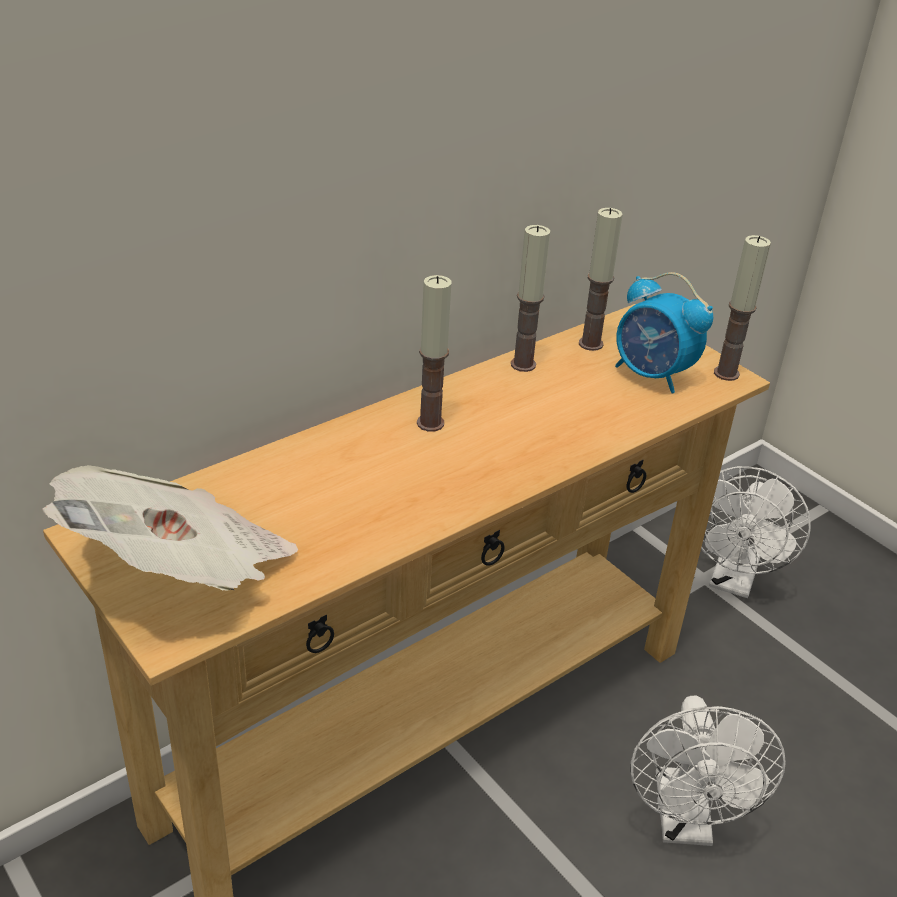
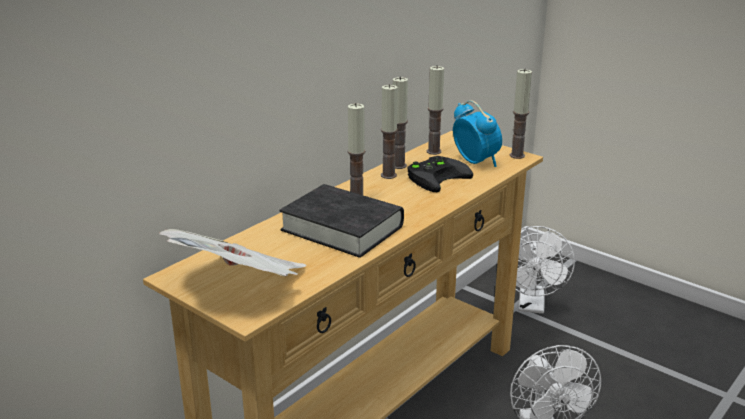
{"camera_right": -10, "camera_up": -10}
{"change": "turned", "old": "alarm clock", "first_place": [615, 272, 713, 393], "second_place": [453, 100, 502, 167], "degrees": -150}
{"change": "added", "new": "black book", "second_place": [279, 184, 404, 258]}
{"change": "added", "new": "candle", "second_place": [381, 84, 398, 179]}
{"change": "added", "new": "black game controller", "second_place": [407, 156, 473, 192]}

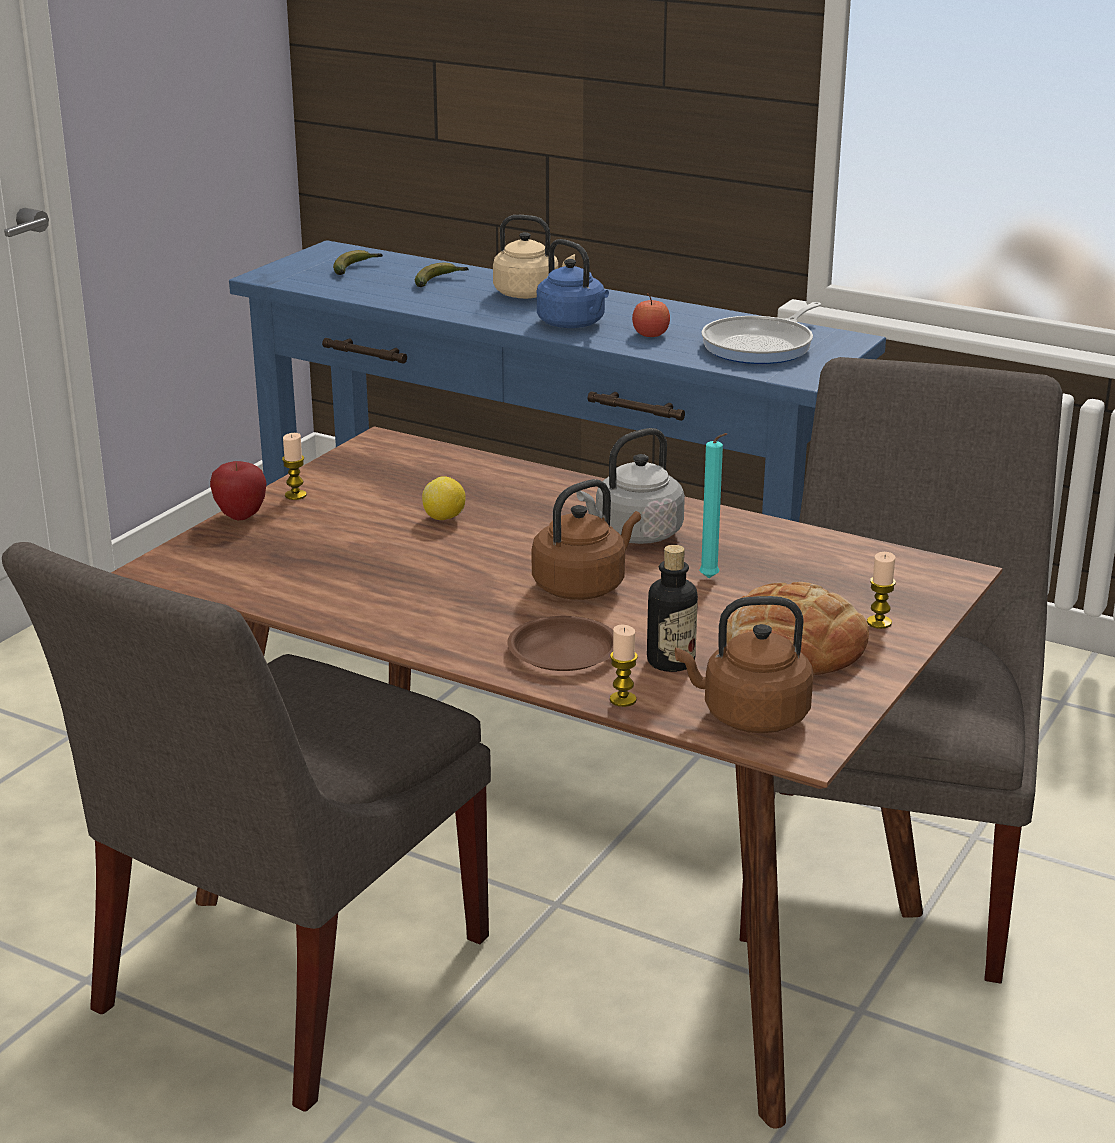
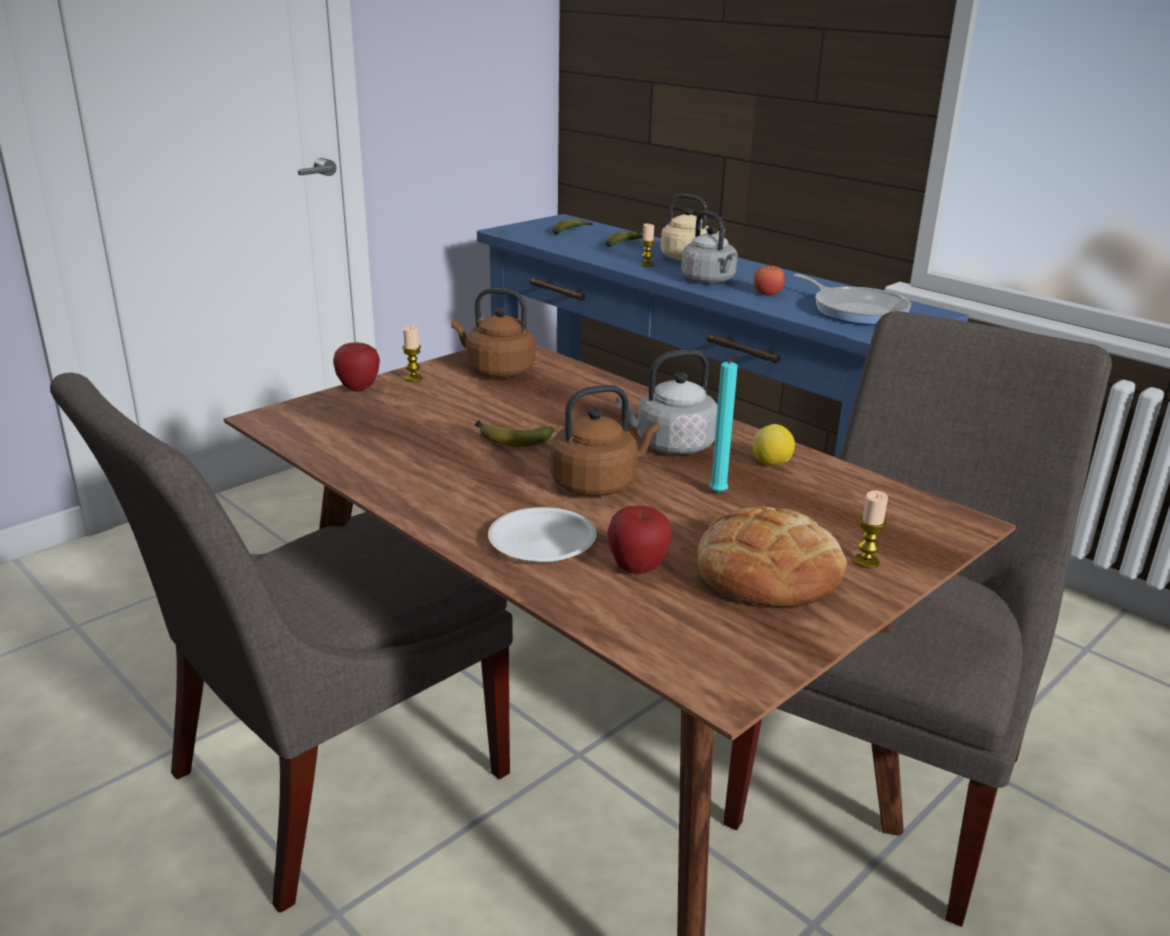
{"camera_right": 15, "camera_up": 0}
{"change": "moved", "old": "lemon", "first_place": [422, 476, 466, 520], "second_place": [753, 424, 795, 466]}
{"change": "recoloured", "old": "brown plate", "new": "white plate", "first_place": [507, 616, 613, 671], "second_place": [488, 507, 597, 563]}
{"change": "recoloured", "old": "blue kettle", "new": "grey kettle", "first_place": [537, 239, 609, 328], "second_place": [681, 210, 738, 283]}
{"change": "moved", "old": "candle", "first_place": [610, 625, 638, 707], "second_place": [640, 224, 655, 267]}
{"change": "replaced", "old": "bottle", "new": "apple", "first_place": [647, 545, 698, 672], "second_place": [607, 506, 672, 574]}
{"change": "moved", "old": "brown kettle", "first_place": [675, 596, 813, 733], "second_place": [451, 288, 535, 378]}
{"change": "turned", "old": "frying pan", "first_place": [701, 302, 821, 364], "second_place": [794, 274, 911, 325], "degrees": -90}
{"change": "added", "new": "banana", "second_place": [475, 420, 554, 447]}

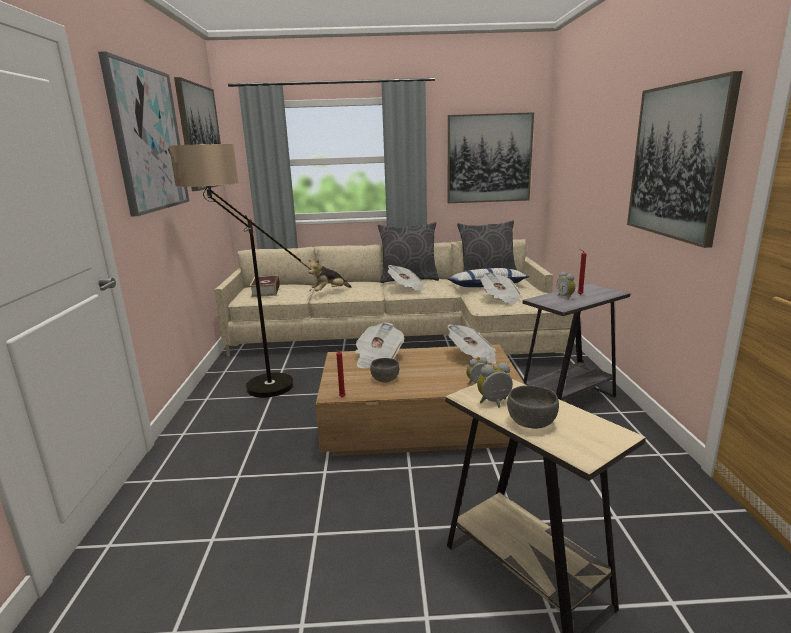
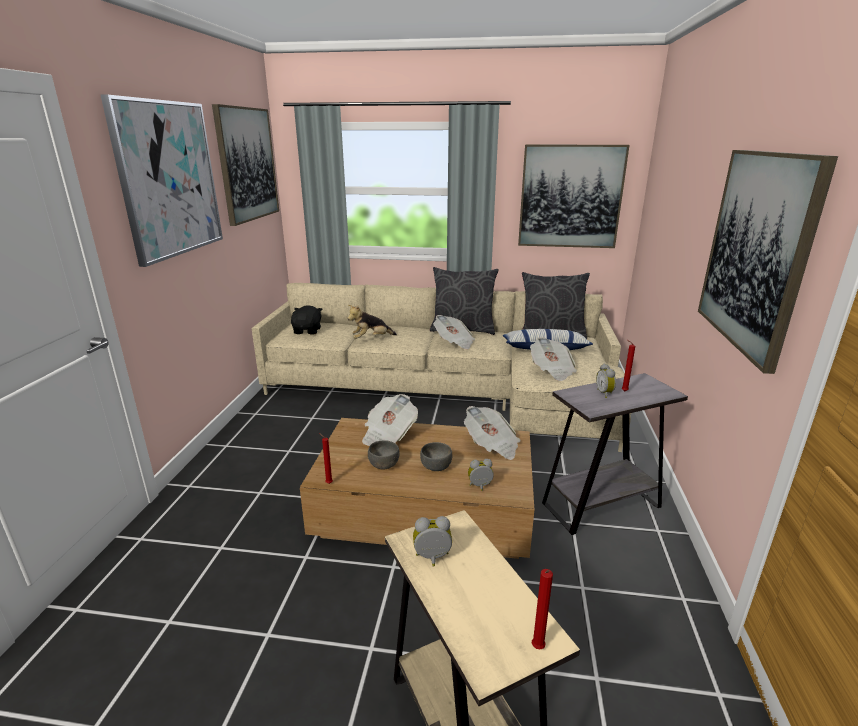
{"camera_right": 10, "camera_up": 5}
{"change": "removed", "old": "floor lamp", "first_place": [169, 144, 312, 398]}
{"change": "replaced", "old": "book", "new": "black plush toy", "first_place": [249, 275, 280, 297], "second_place": [291, 305, 322, 334]}
{"change": "moved", "old": "grey bowl", "first_place": [507, 385, 559, 429], "second_place": [420, 442, 453, 471]}
{"change": "added", "new": "red candle", "second_place": [532, 569, 553, 649]}

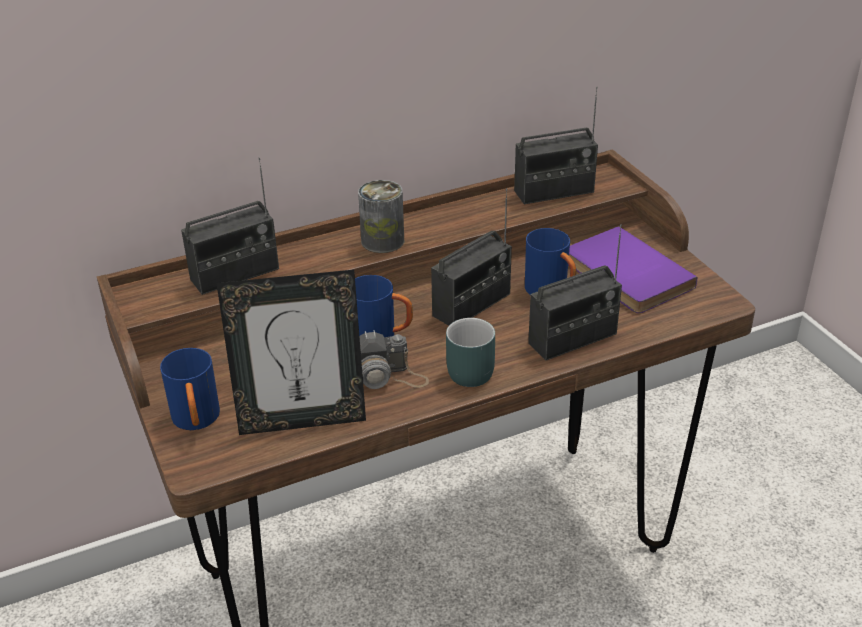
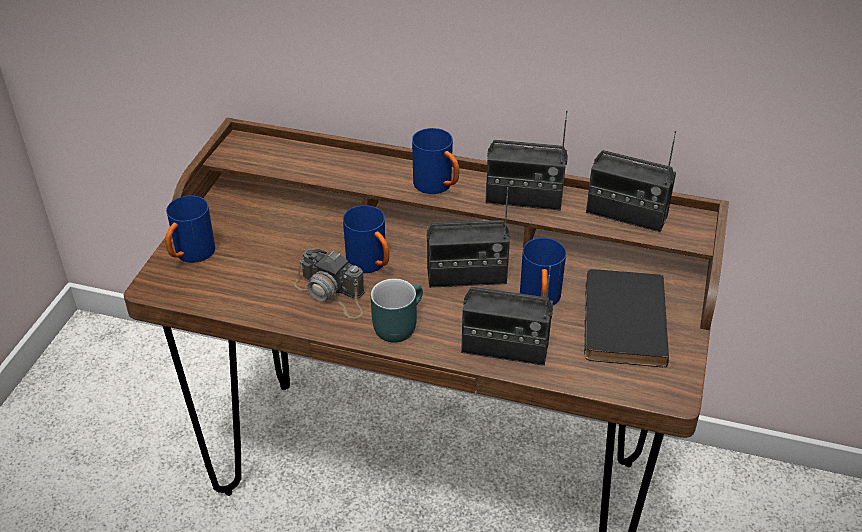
{"camera_right": 40, "camera_up": 5}
{"change": "moved", "old": "radio", "first_place": [181, 157, 279, 295], "second_place": [485, 110, 568, 211]}
{"change": "removed", "old": "picture frame", "first_place": [216, 270, 366, 435]}
{"change": "replaced", "old": "can", "new": "blue mug", "first_place": [358, 180, 404, 253], "second_place": [412, 128, 459, 194]}
{"change": "recoloured", "old": "purple book", "new": "black book", "first_place": [568, 226, 697, 313], "second_place": [584, 269, 669, 368]}

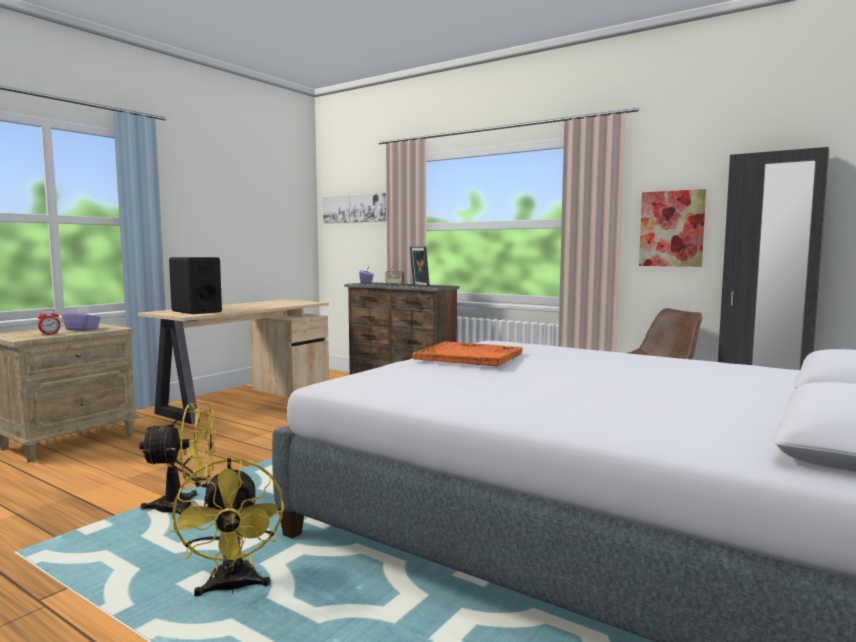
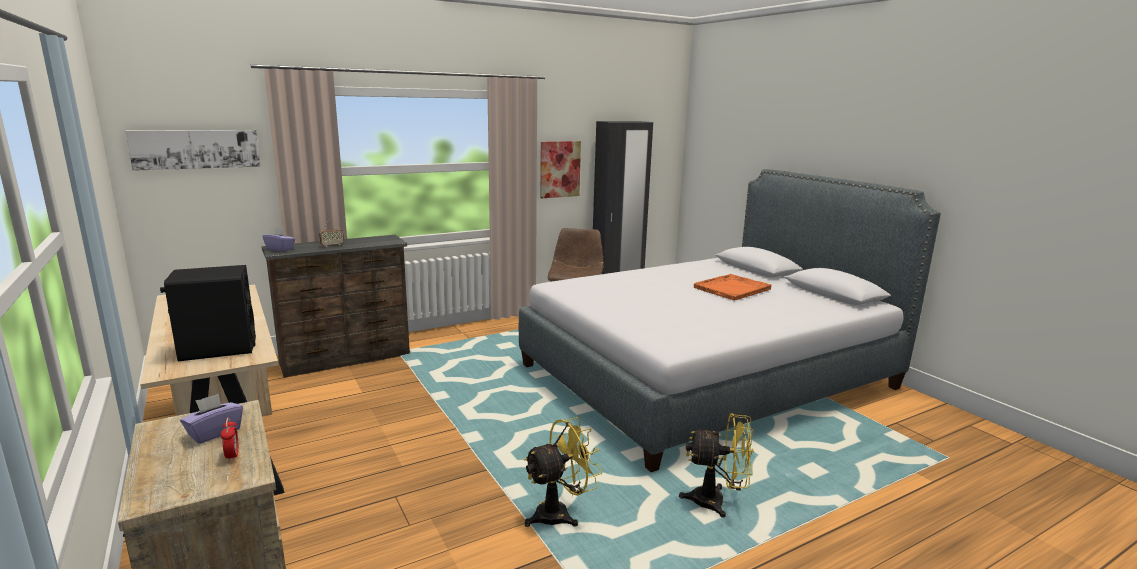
{"camera_right": -65, "camera_up": 10}
{"change": "turned", "old": "yellow fan", "first_place": [139, 403, 216, 515], "second_place": [524, 417, 602, 527], "degrees": 45}
{"change": "removed", "old": "picture frame", "first_place": [410, 246, 430, 287]}
{"change": "moved", "old": "orange tray", "first_place": [412, 342, 523, 366], "second_place": [694, 274, 771, 301]}

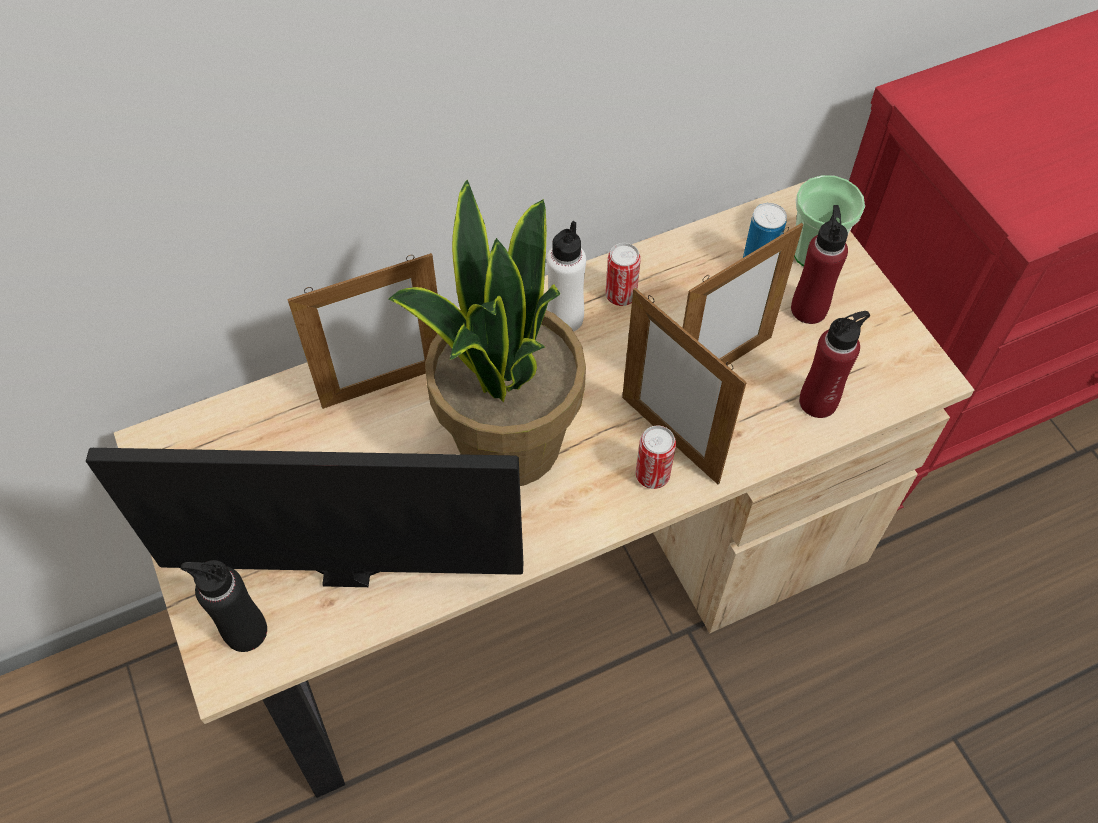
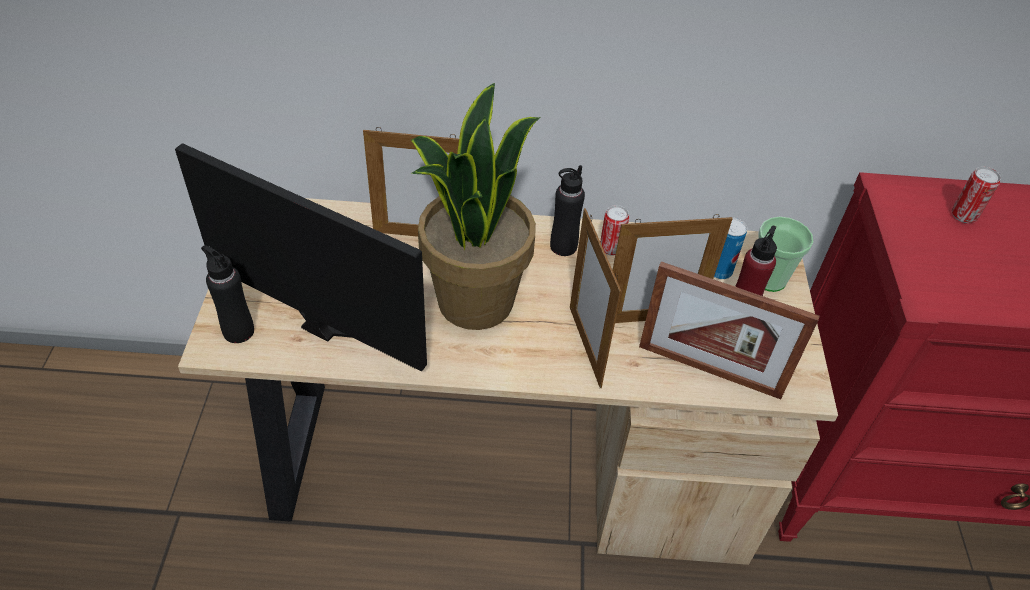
{"camera_right": 25, "camera_up": -10}
{"change": "recoloured", "old": "white bottle", "new": "black bottle", "first_place": [547, 221, 586, 332], "second_place": [550, 165, 585, 256]}
{"change": "moved", "old": "can", "first_place": [636, 426, 676, 489], "second_place": [952, 167, 1001, 223]}
{"change": "replaced", "old": "red bottle", "new": "picture frame", "first_place": [799, 311, 870, 418], "second_place": [639, 261, 820, 399]}

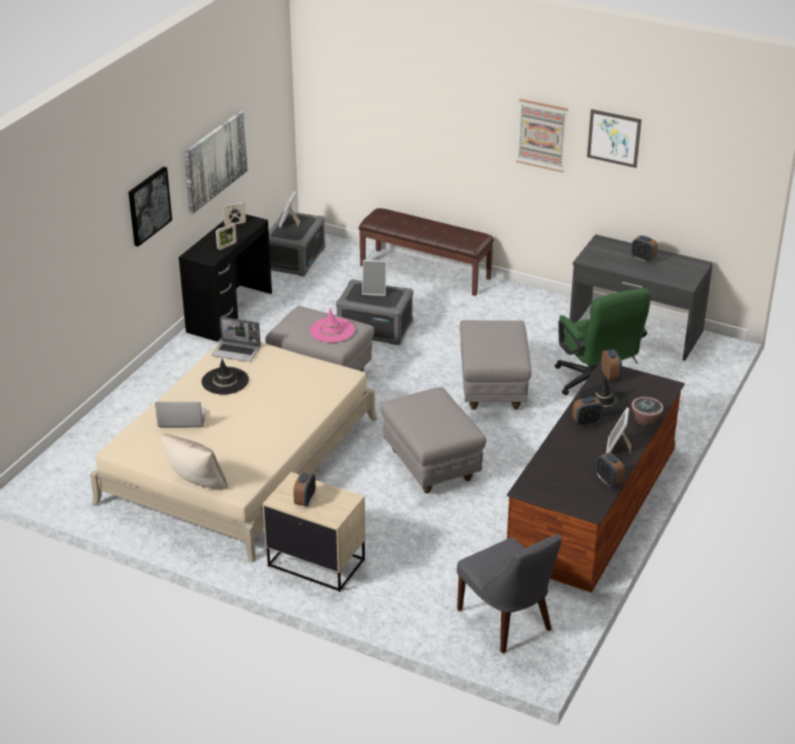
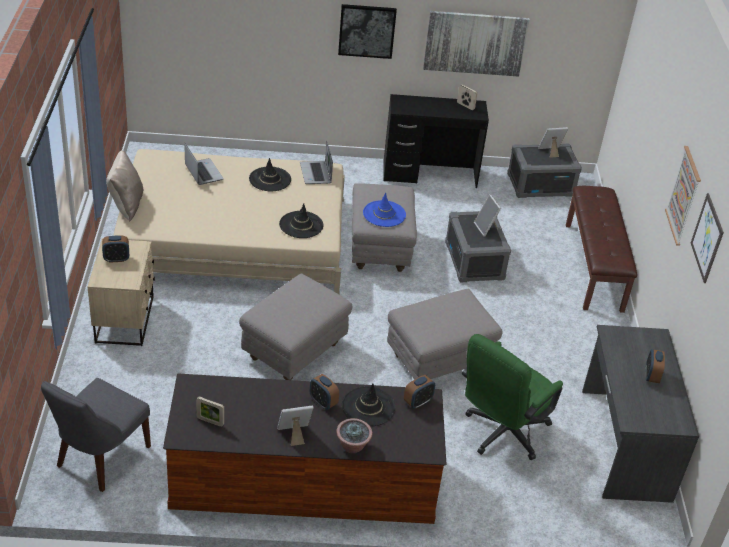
{"camera_right": 60, "camera_up": 5}
{"change": "moved", "old": "picture frame", "first_place": [216, 223, 237, 250], "second_place": [196, 397, 224, 427]}
{"change": "recoloured", "old": "pink hat", "new": "blue hat", "first_place": [310, 308, 355, 343], "second_place": [363, 192, 406, 227]}
{"change": "removed", "old": "alarm clock", "first_place": [596, 452, 624, 487]}
{"change": "added", "new": "black hat", "second_place": [279, 204, 323, 238]}

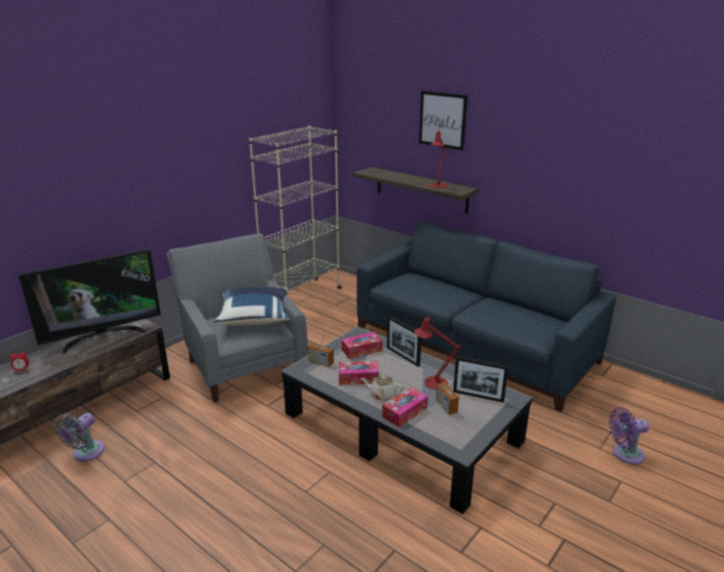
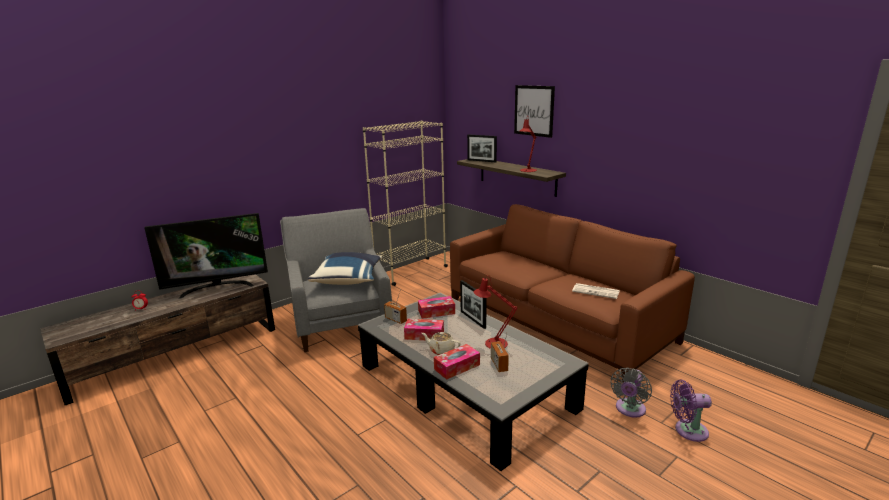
{"camera_right": 10, "camera_up": -5}
{"change": "moved", "old": "grey fan", "first_place": [54, 413, 105, 461], "second_place": [611, 367, 652, 418]}
{"change": "recoloured", "old": "blue sofa", "new": "brown sofa", "first_place": [357, 222, 616, 412], "second_place": [450, 204, 695, 383]}
{"change": "moved", "old": "picture frame", "first_place": [453, 356, 508, 403], "second_place": [467, 134, 497, 162]}
{"change": "added", "new": "newspaper", "second_place": [572, 283, 620, 299]}

